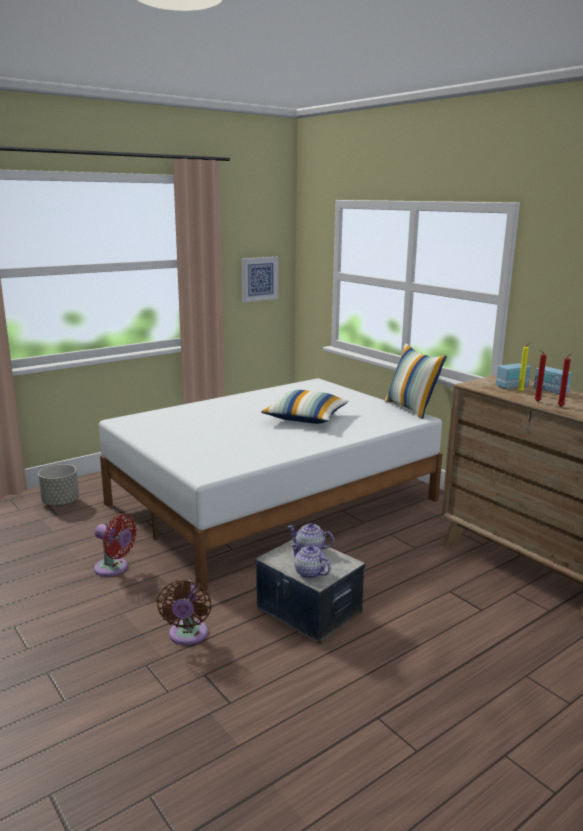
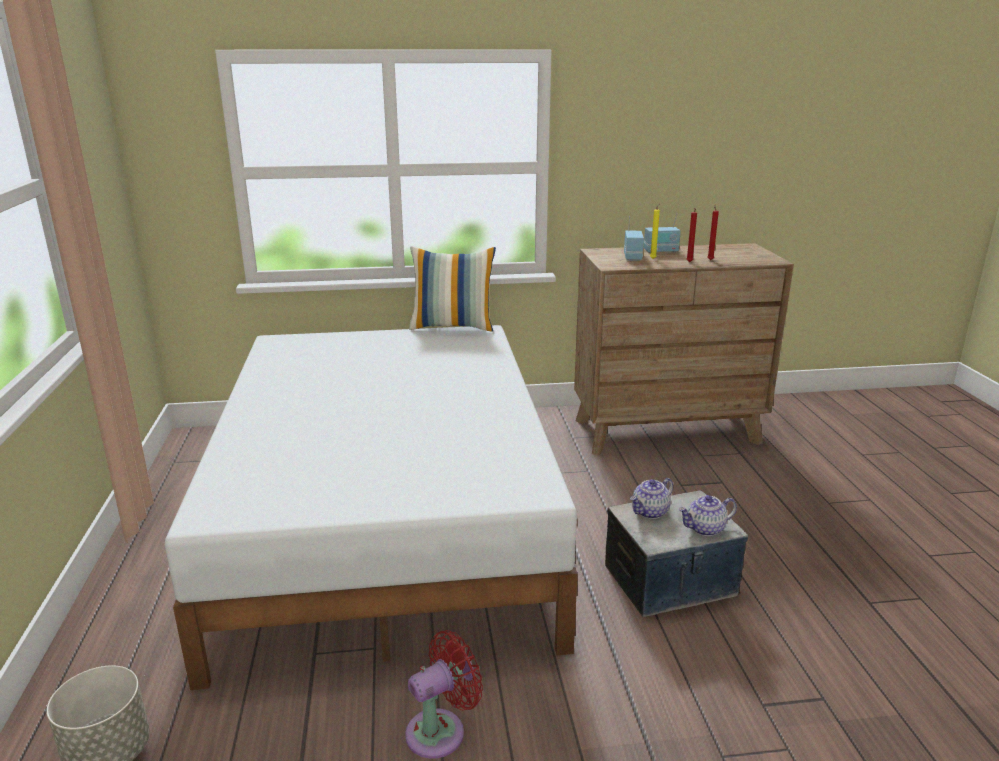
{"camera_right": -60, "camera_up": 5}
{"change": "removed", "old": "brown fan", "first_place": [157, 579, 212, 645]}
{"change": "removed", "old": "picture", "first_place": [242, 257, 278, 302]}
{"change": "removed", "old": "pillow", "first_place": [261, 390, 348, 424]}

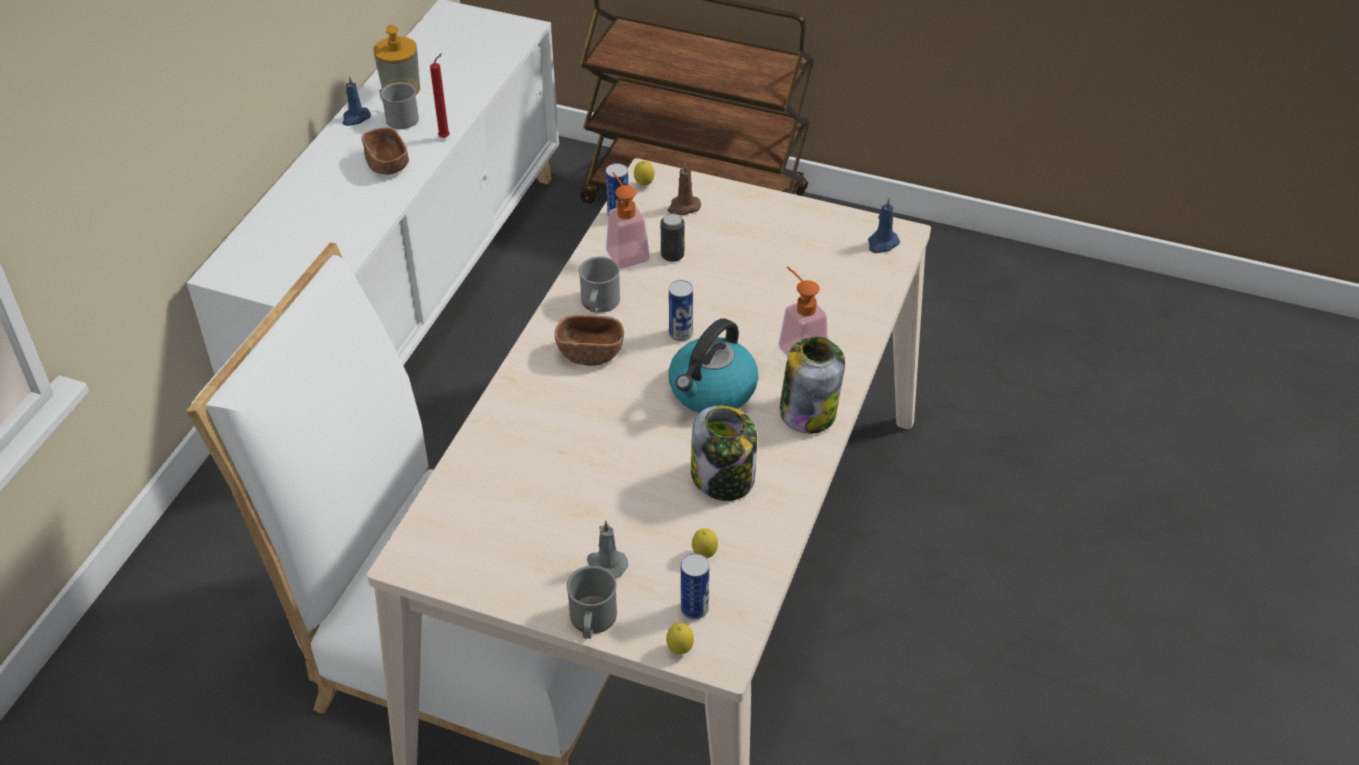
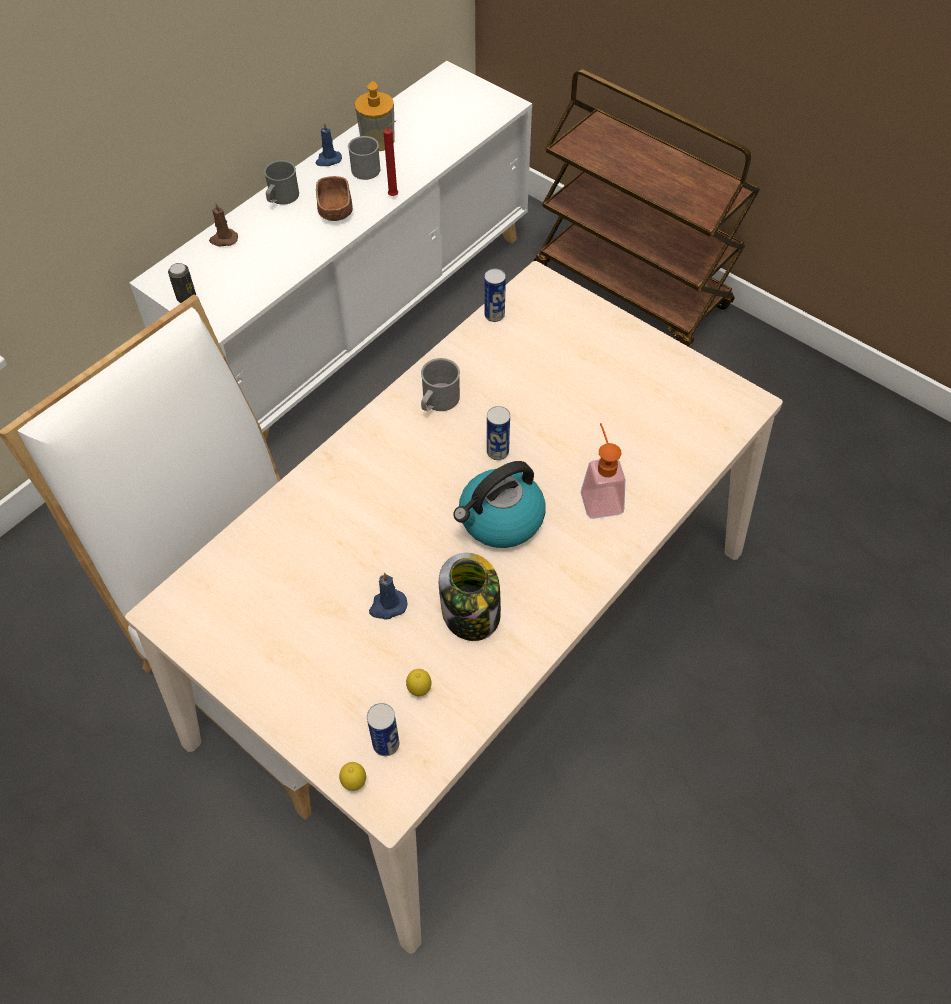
{"camera_right": 20, "camera_up": 10}
{"change": "removed", "old": "brown bowl", "first_place": [555, 315, 624, 366]}
{"change": "moved", "old": "grey mug", "first_place": [567, 566, 617, 639], "second_place": [264, 160, 299, 205]}
{"change": "removed", "old": "grey candle", "first_place": [587, 520, 628, 579]}
{"change": "removed", "old": "soap dispenser", "first_place": [606, 172, 650, 269]}
{"change": "removed", "old": "lemon", "first_place": [634, 161, 654, 186]}
{"change": "moved", "old": "can", "first_place": [661, 213, 684, 262], "second_place": [168, 263, 196, 303]}
{"change": "moved", "old": "brown candle", "first_place": [668, 162, 701, 215], "second_place": [209, 202, 238, 247]}
{"change": "removed", "old": "jar", "first_place": [780, 337, 845, 434]}
{"change": "moved", "old": "blue candle", "first_place": [868, 198, 900, 253], "second_place": [369, 573, 408, 620]}

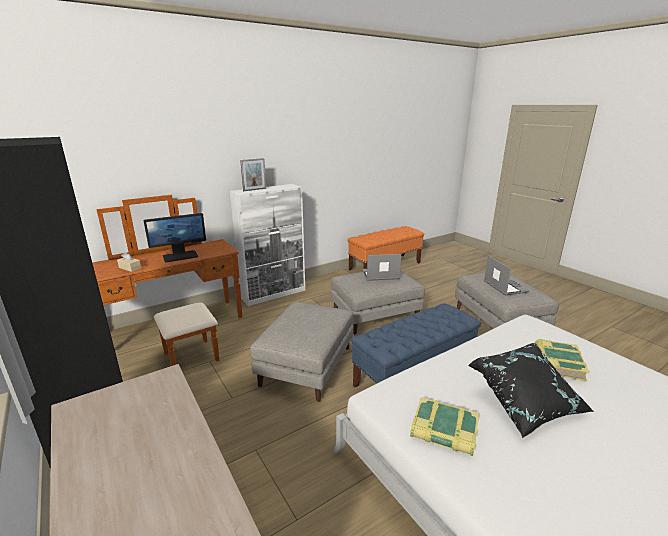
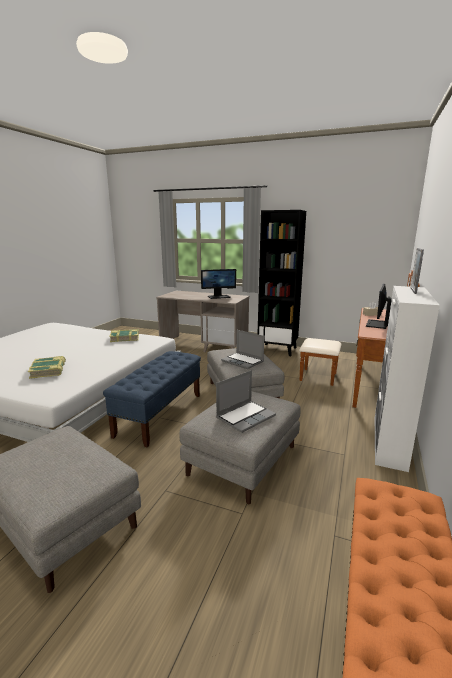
{"camera_right": 145, "camera_up": -5}
{"change": "removed", "old": "black pillow", "first_place": [468, 343, 594, 438]}
{"change": "moved", "old": "laptop", "first_place": [484, 256, 529, 295], "second_place": [221, 330, 264, 369]}
{"change": "added", "new": "monitor", "second_place": [201, 269, 236, 299]}

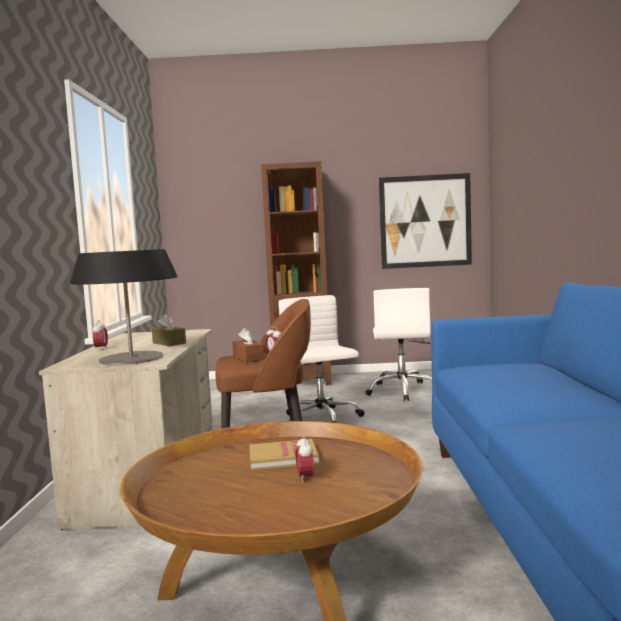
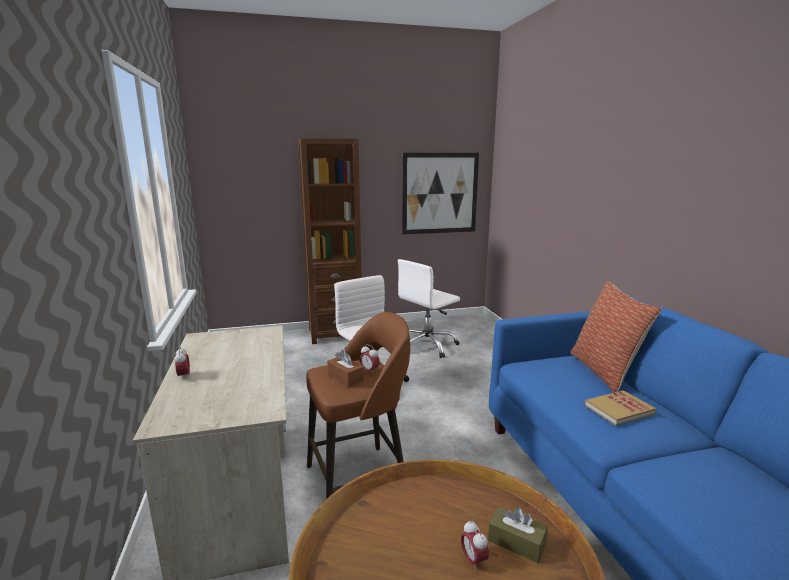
{"camera_right": -15, "camera_up": 10}
{"change": "removed", "old": "table lamp", "first_place": [70, 249, 177, 365]}
{"change": "moved", "old": "brown tissue box", "first_place": [152, 314, 186, 346], "second_place": [488, 506, 548, 563]}
{"change": "moved", "old": "book", "first_place": [249, 439, 319, 471], "second_place": [585, 390, 656, 426]}
{"change": "turned", "old": "white office chair", "first_place": [366, 288, 432, 401], "second_place": [398, 259, 460, 358], "degrees": 60}
{"change": "added", "new": "pillow", "second_place": [570, 281, 662, 393]}

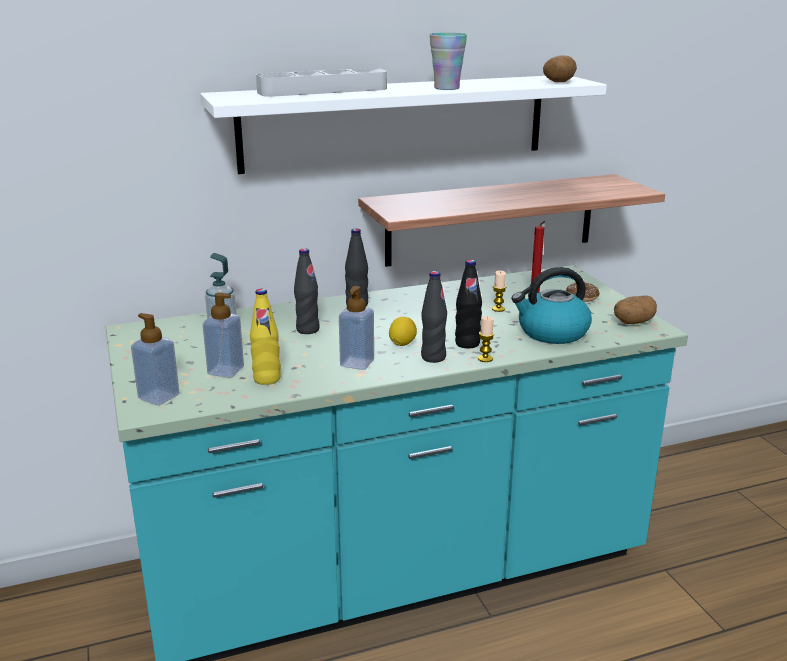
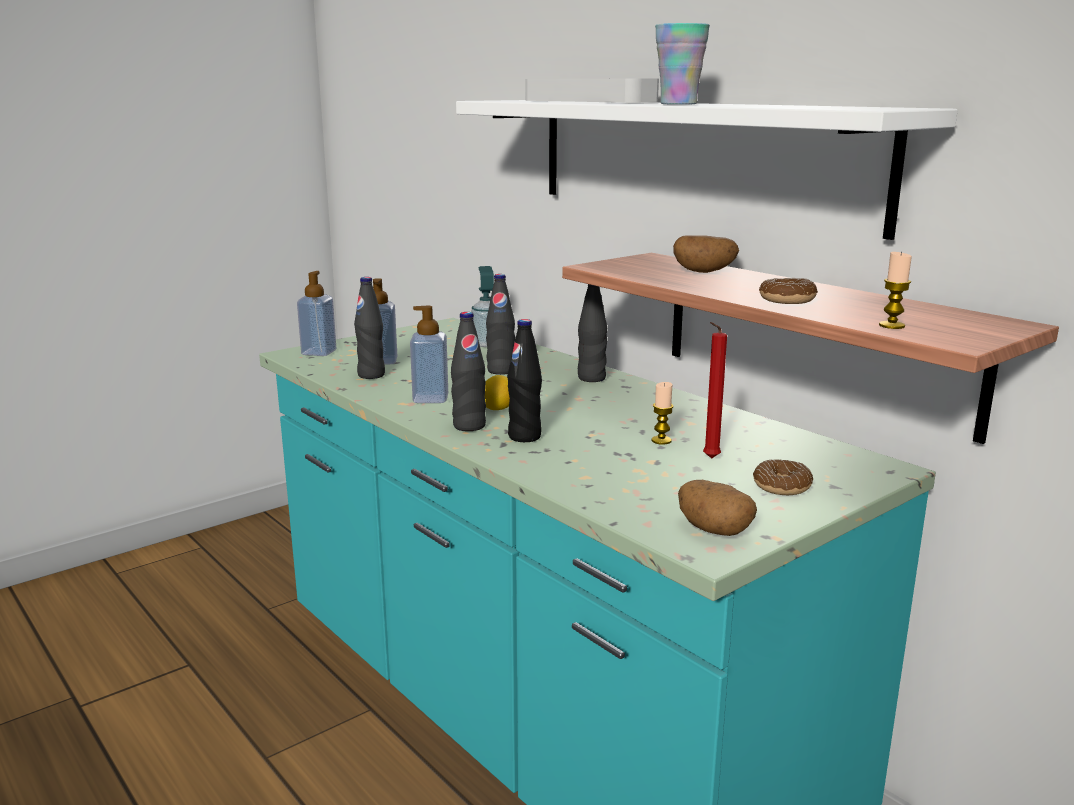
{"camera_right": 70, "camera_up": -5}
{"change": "recoloured", "old": "yellow bottle", "new": "black bottle", "first_place": [250, 289, 281, 385], "second_place": [354, 277, 385, 379]}
{"change": "moved", "old": "candle", "first_place": [478, 316, 494, 362], "second_place": [879, 252, 912, 329]}
{"change": "removed", "old": "kettle", "first_place": [512, 267, 592, 344]}
{"change": "moved", "old": "potato", "first_place": [543, 55, 577, 82], "second_place": [673, 235, 739, 273]}
{"change": "added", "new": "donut", "second_place": [759, 278, 818, 304]}

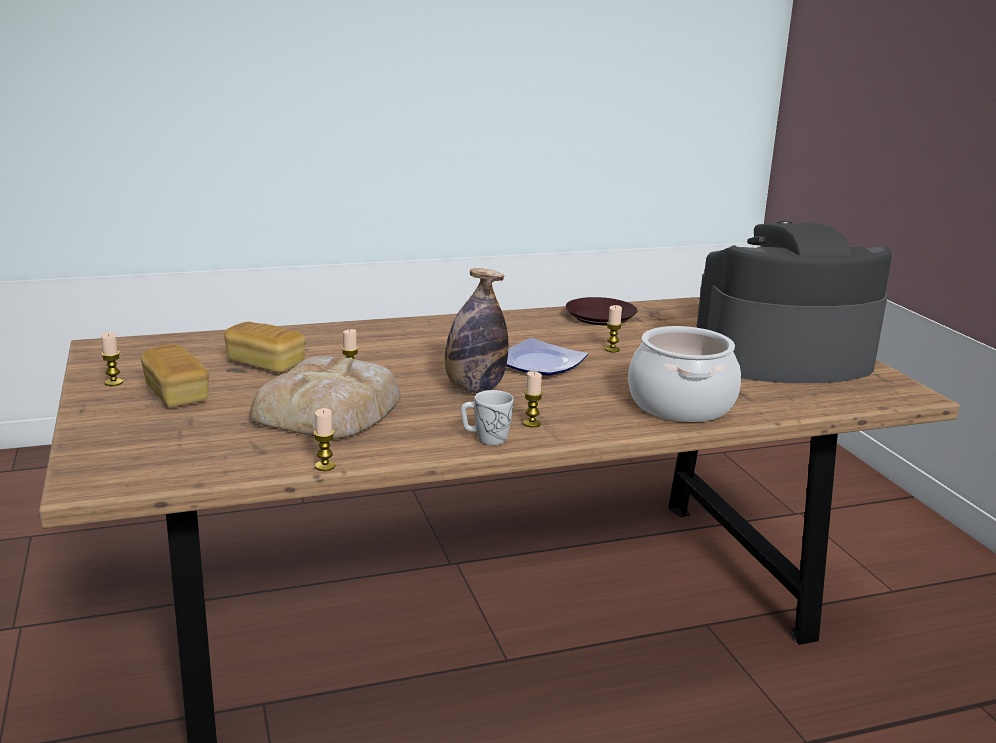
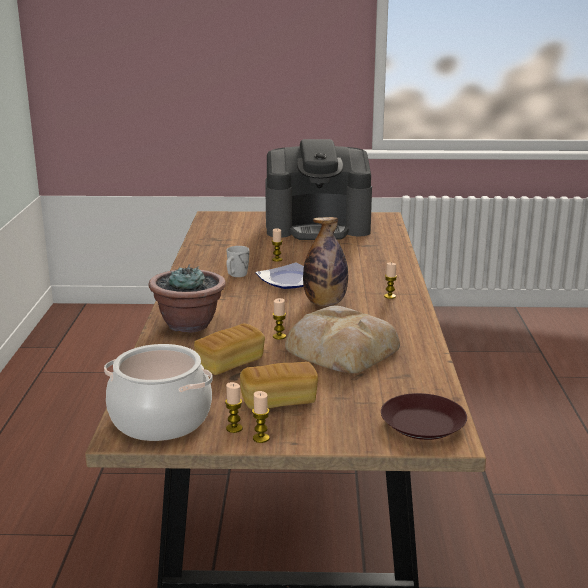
{"camera_right": -70, "camera_up": 0}
{"change": "moved", "old": "candle", "first_place": [314, 408, 335, 471], "second_place": [252, 391, 270, 443]}
{"change": "moved", "old": "white mug", "first_place": [461, 390, 514, 445], "second_place": [226, 246, 249, 277]}
{"change": "moved", "old": "brown plate", "first_place": [565, 297, 638, 325], "second_place": [381, 393, 467, 440]}
{"change": "moved", "old": "cooking pot", "first_place": [628, 326, 741, 422], "second_place": [104, 344, 213, 441]}
{"change": "turned", "old": "coffee machine", "first_place": [696, 221, 892, 383], "second_place": [265, 139, 372, 240], "degrees": -105}
{"change": "added", "new": "potted plant", "second_place": [149, 264, 226, 332]}

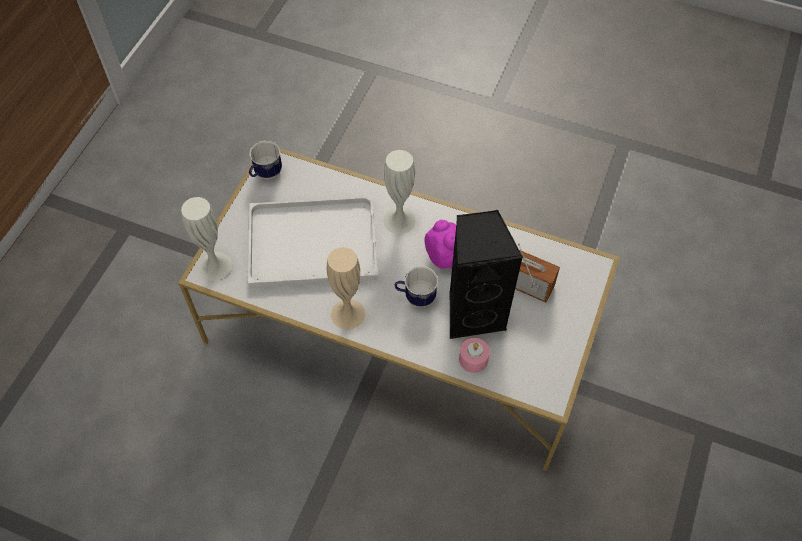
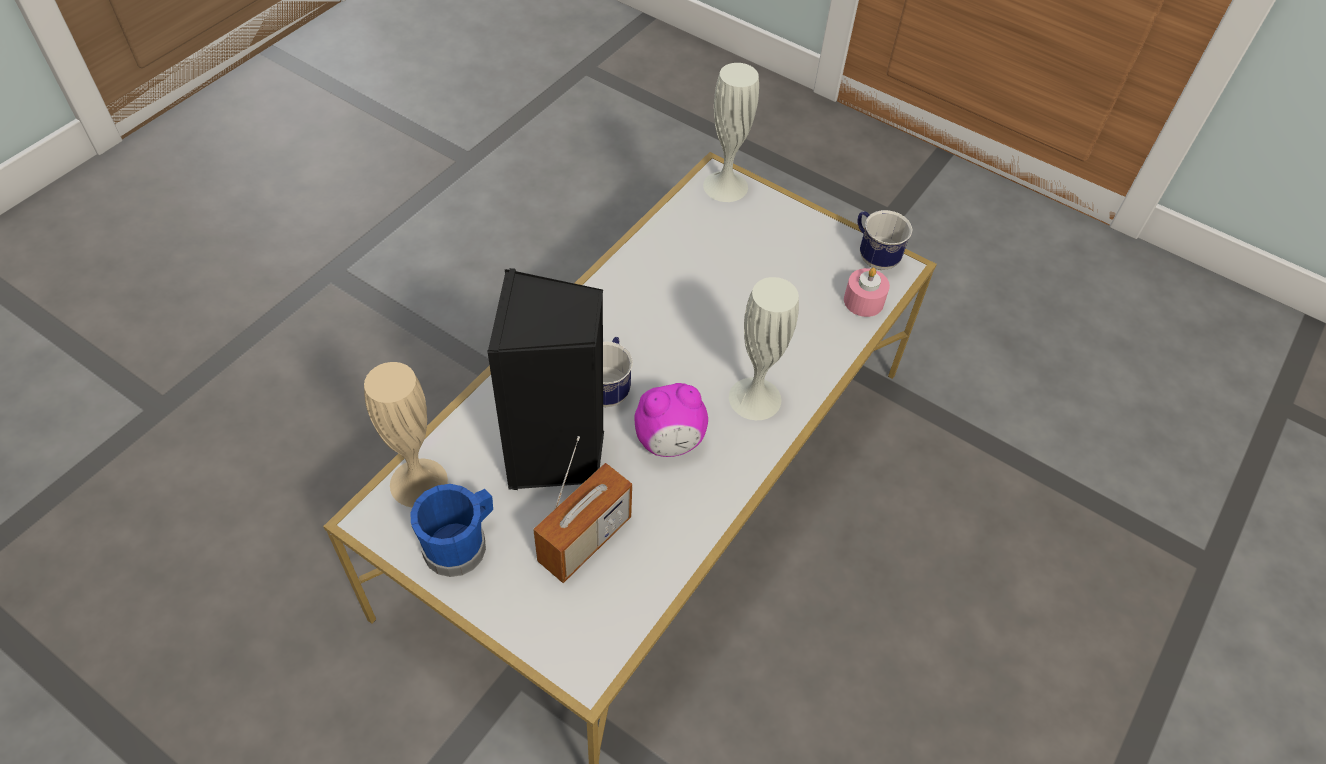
{"camera_right": 100, "camera_up": -5}
{"change": "removed", "old": "white tray", "first_place": [248, 196, 378, 288]}
{"change": "moved", "old": "beige vase", "first_place": [327, 247, 365, 330], "second_place": [364, 362, 448, 508]}
{"change": "moved", "old": "pink candle", "first_place": [459, 338, 490, 373], "second_place": [844, 268, 890, 317]}
{"change": "added", "new": "blue mug", "second_place": [410, 484, 493, 577]}

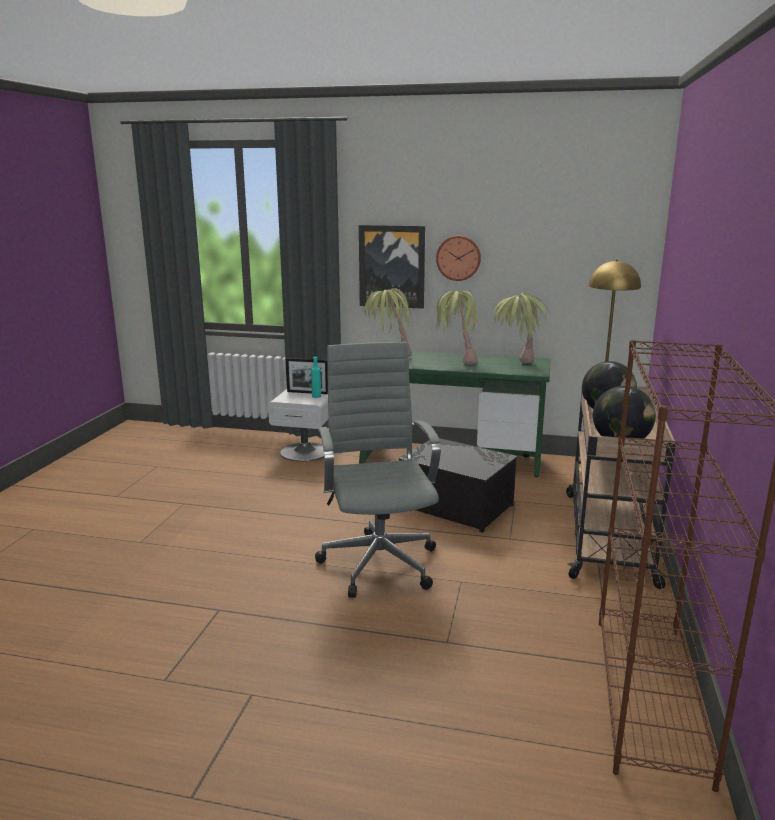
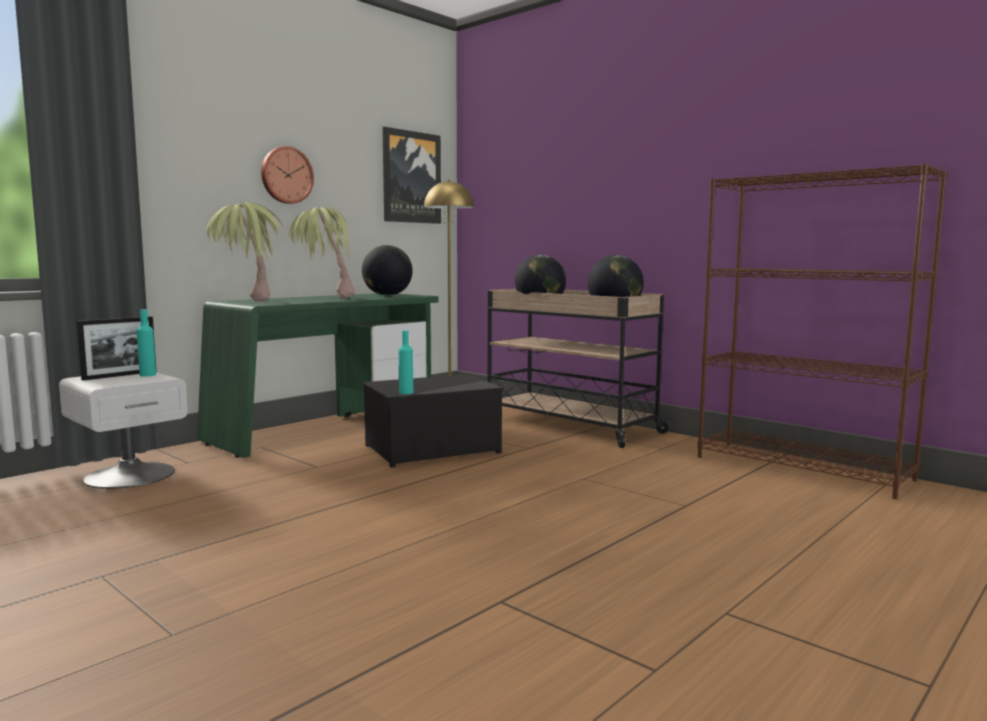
{"camera_right": -60, "camera_up": -10}
{"change": "removed", "old": "grey office chair", "first_place": [315, 342, 441, 598]}
{"change": "moved", "old": "picture", "first_place": [359, 225, 425, 309], "second_place": [382, 127, 441, 224]}
{"change": "replaced", "old": "potted plant", "new": "globe", "first_place": [493, 293, 550, 363], "second_place": [362, 245, 413, 296]}
{"change": "added", "new": "turquoise bottle", "second_place": [398, 330, 413, 394]}

